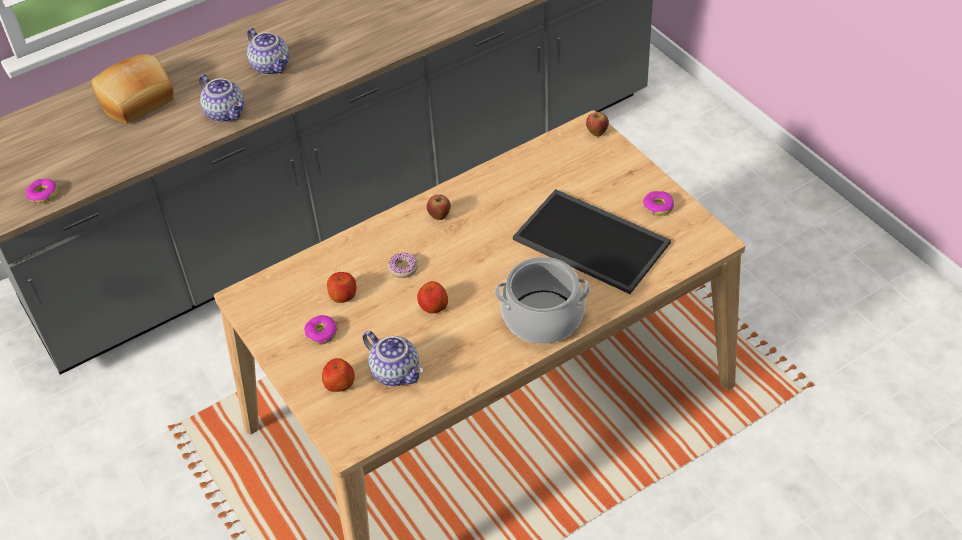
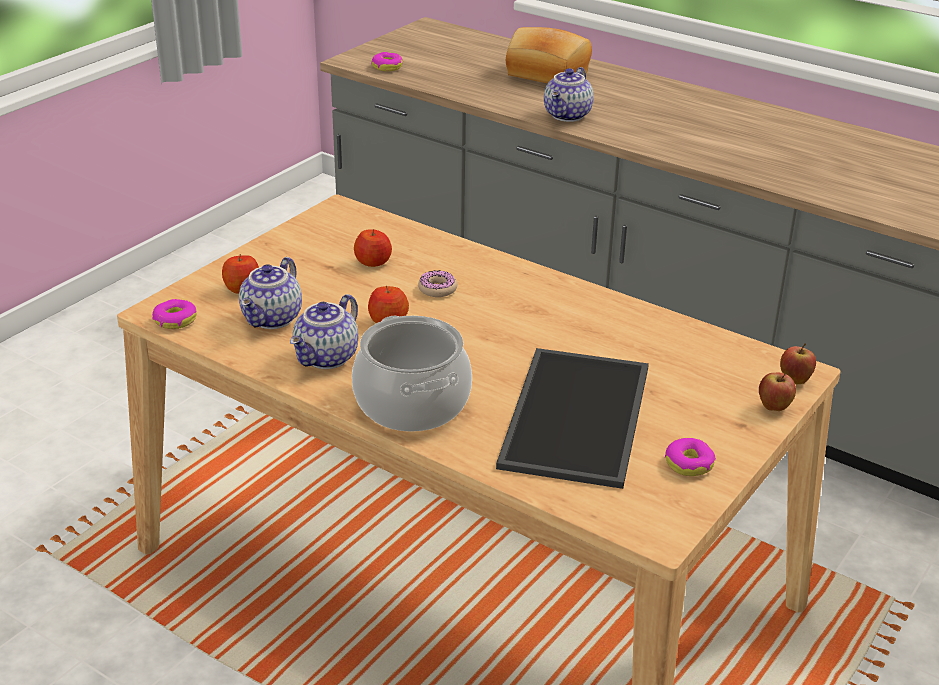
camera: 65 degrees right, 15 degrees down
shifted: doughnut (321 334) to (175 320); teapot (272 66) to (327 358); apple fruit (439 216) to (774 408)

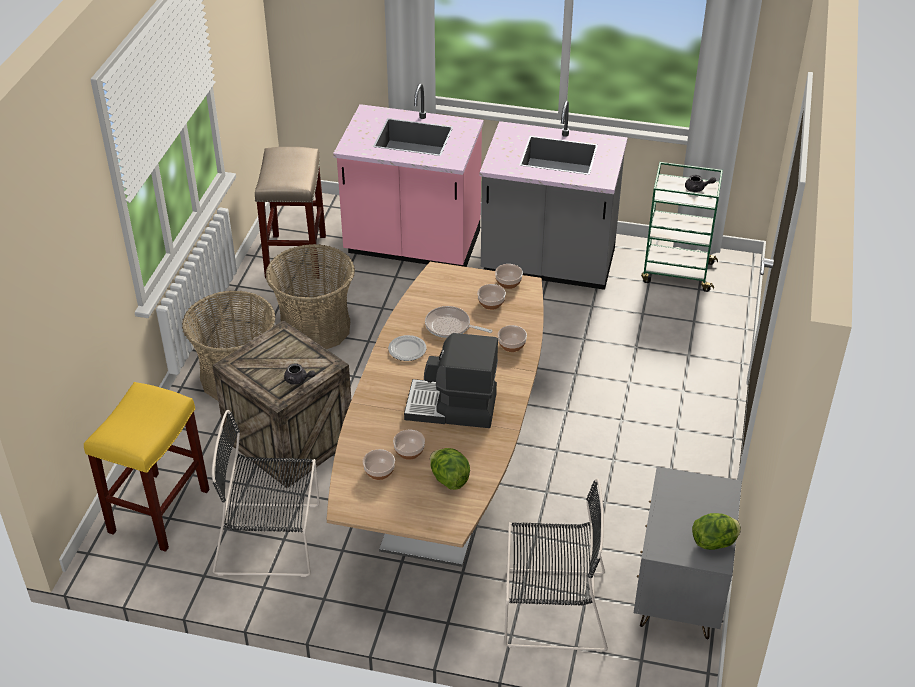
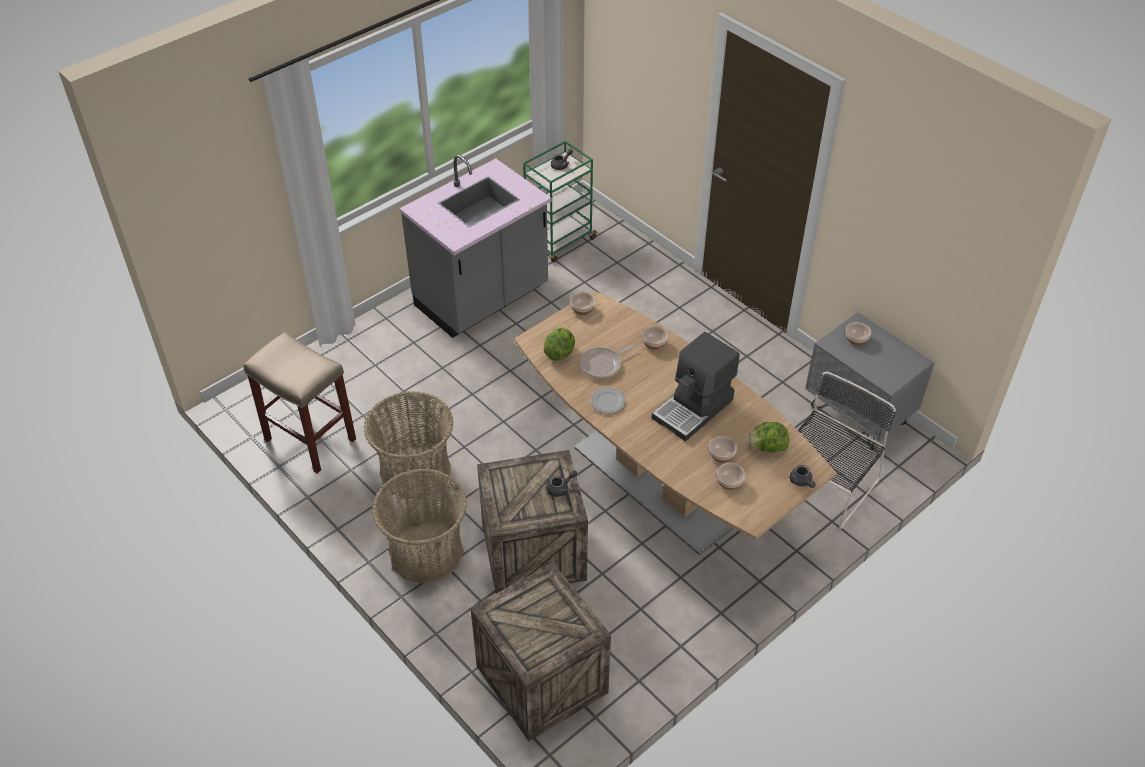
camera: 55 degrees left, 5 degrees up
gone: plain chair in black (272 539); kitchen base unit in pink (412 246)
new: teapot in greyish (801 482)
shifted: lettuce (714 542) to (559 352); bowl (491 303) to (856 339)
swapped: sitting stool in yellow-coloured (159 510) to shipping crate (540 679)

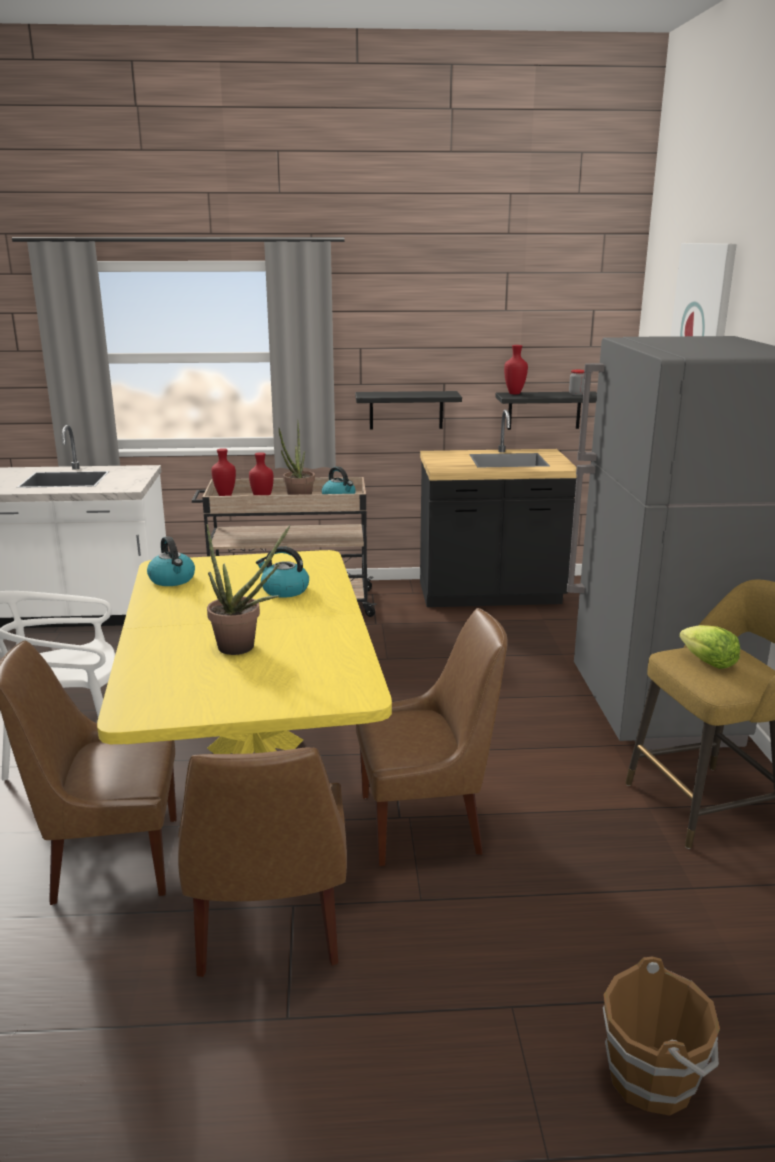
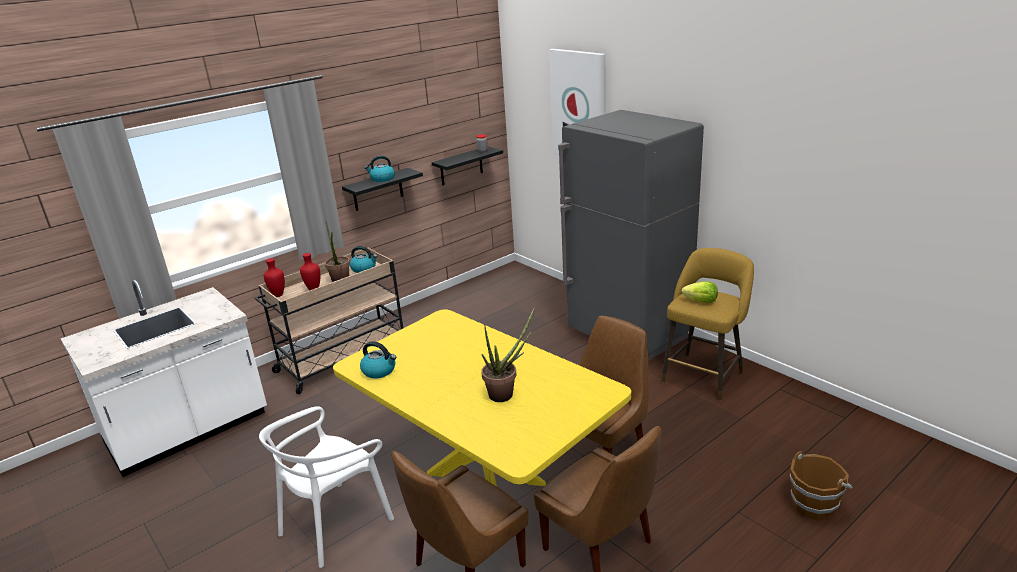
camera: 35 degrees left, 5 degrees up
gone: kitchen base unit in black (490 596); vase in red (514 393)
shifted: water kettle (284 590) to (382 179)

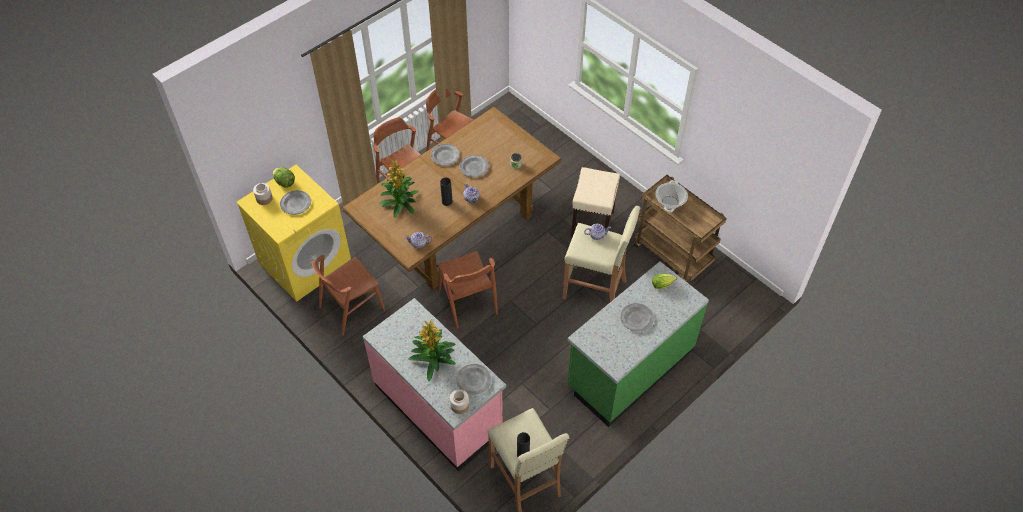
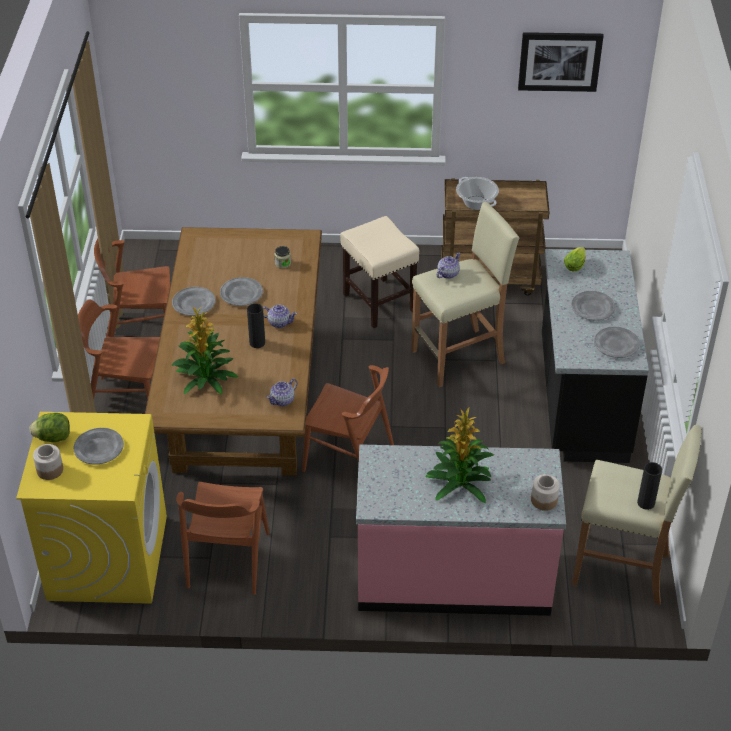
camera: 45 degrees left, 10 degrees down
new: picture (559 61)
shifted: flat dish in greyish (474 380) to (616 344)
repainted: kitchen base unit in greenish (629 368) to kitchen base unit in black (580 400)

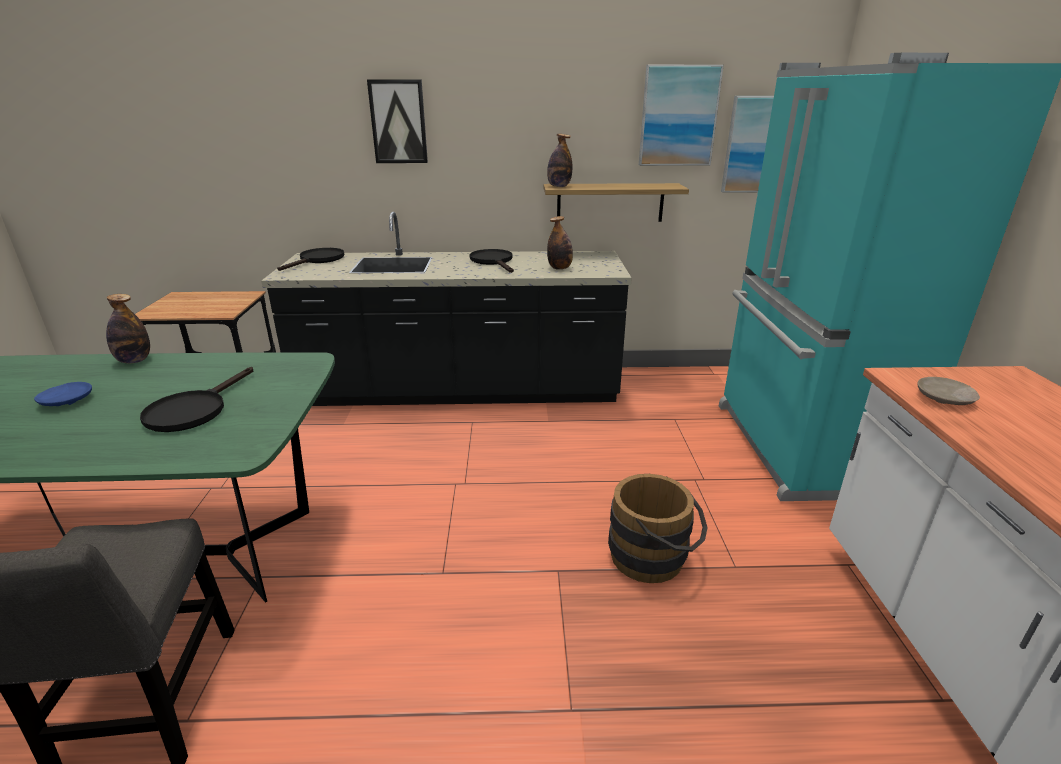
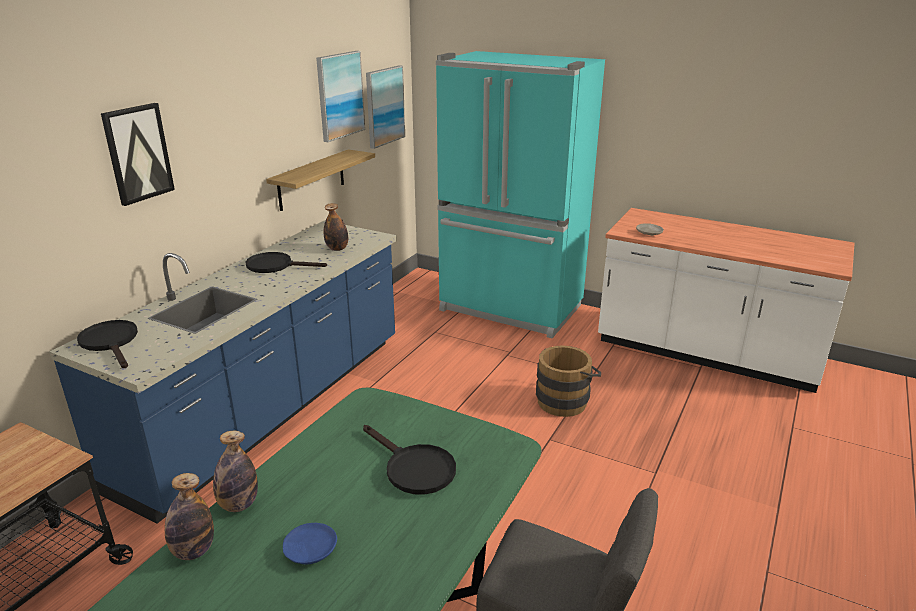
camera: 60 degrees left, 0 degrees up
shifted: drink bottle (559 186) to (193 551)
repainted: kitchen base unit in black (460 391) to kitchen base unit in blue-coloured (271 409)

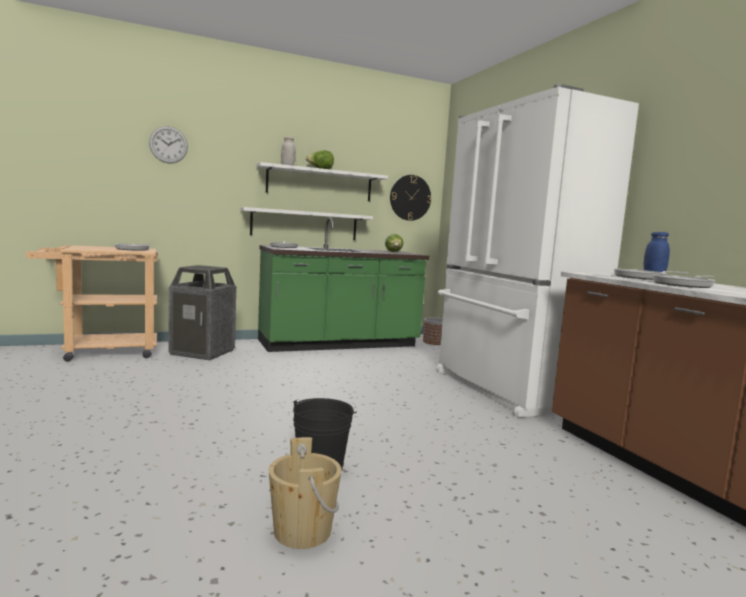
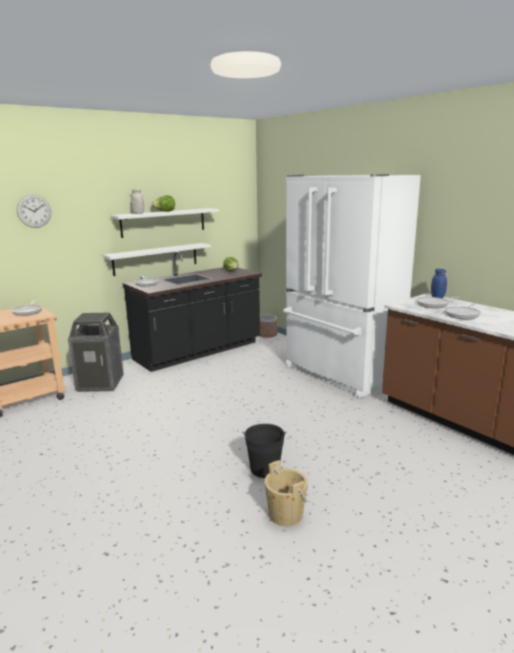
camera: 15 degrees left, 10 degrees up
gone: wall clock (410 197)
repainted: kitchen base unit in greenish (339 344) to kitchen base unit in black (199 351)

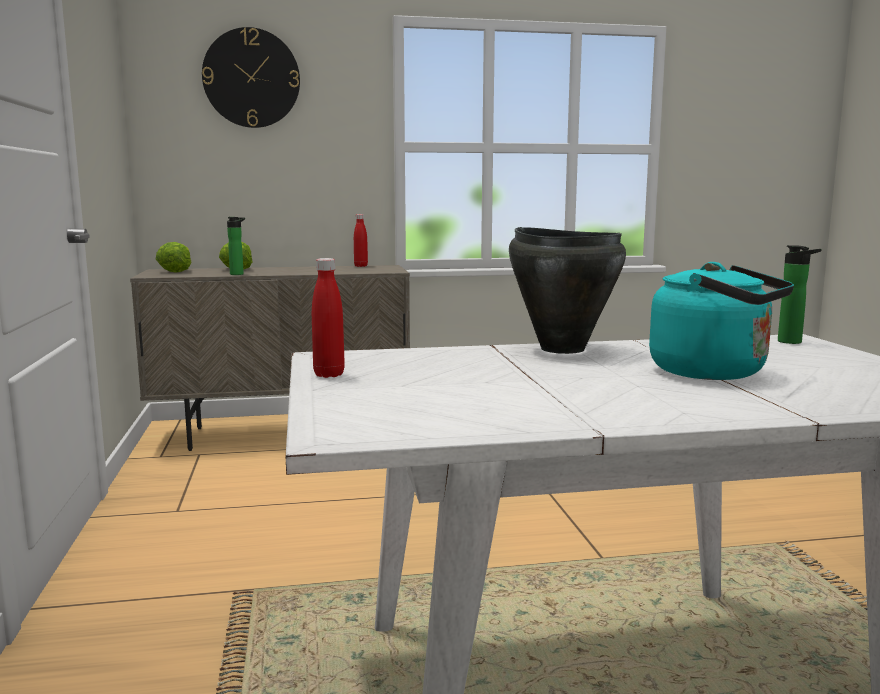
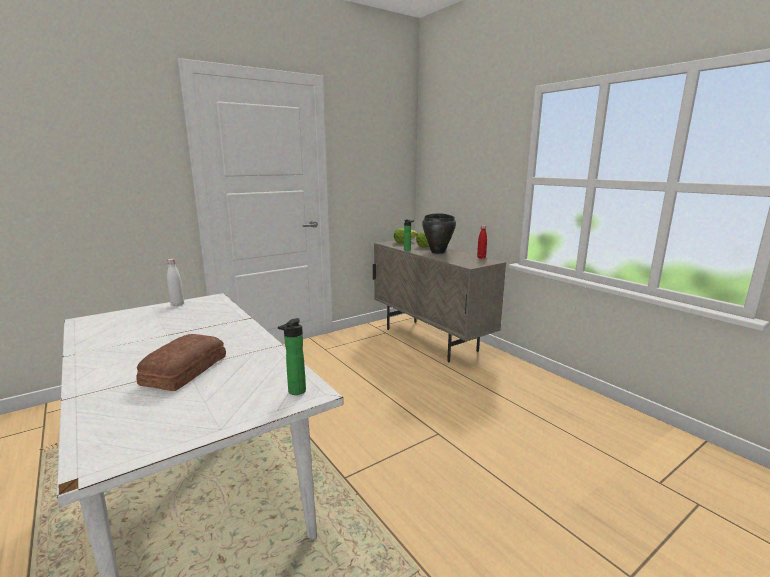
camera: 65 degrees right, 5 degrees up
gone: wall clock (251 78)
shifted: cooking pot in black (562 349) to (438 252)
swapped: water kettle in turquoise (715 373) to bread (183 371)
repainted: drink bottle in red (329 374) to drink bottle in white-coloured (177 304)

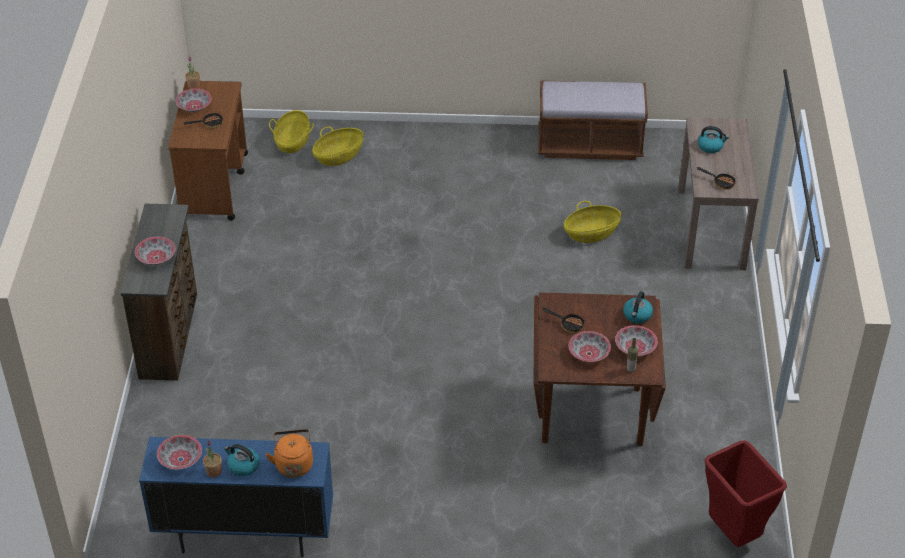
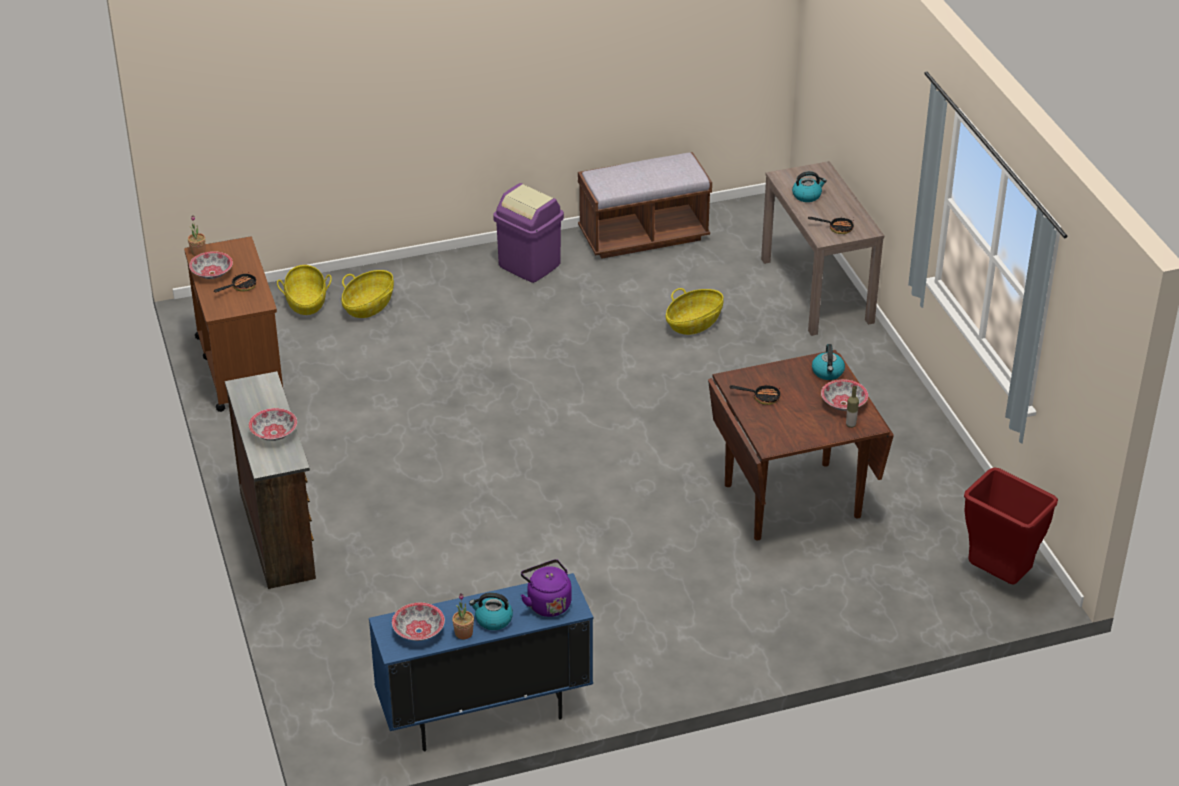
camera: 20 degrees left, 5 degrees down
gone: bowl (589 354)
new: waste bin in purple (530 265)
repainted: water kettle in orangey (293 463) to water kettle in purple (547 603)

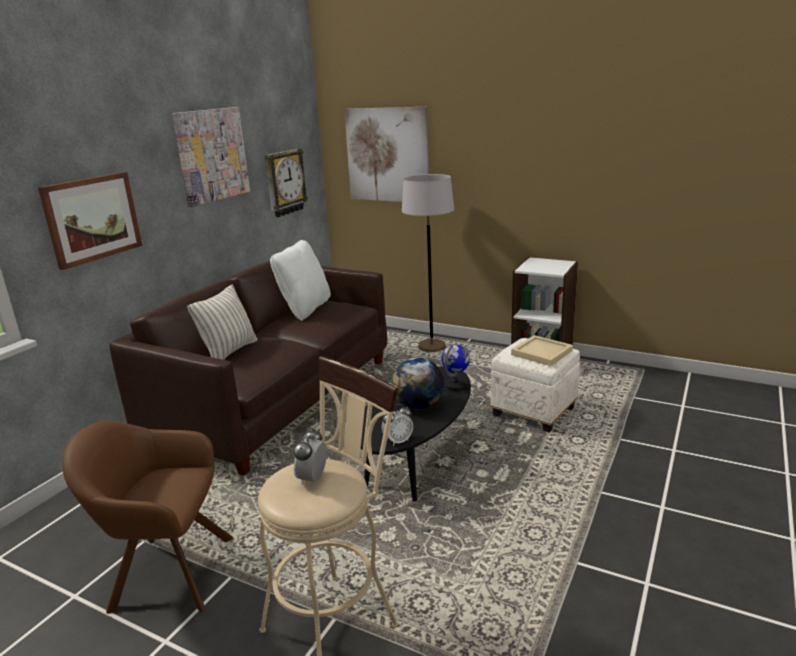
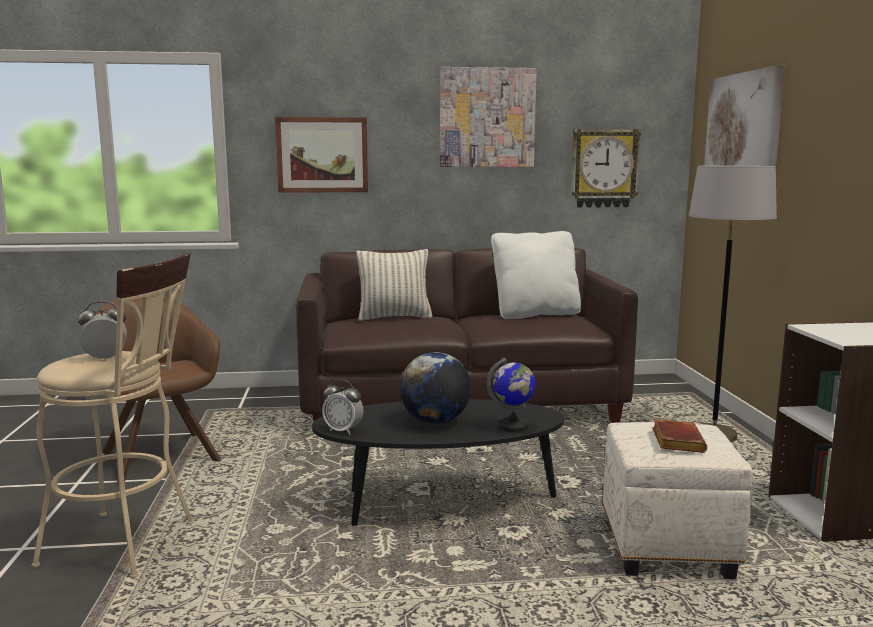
camera: 55 degrees right, 10 degrees down
swapped: carrying tray in sand-coloured (540 353) to book in brown (675 441)

